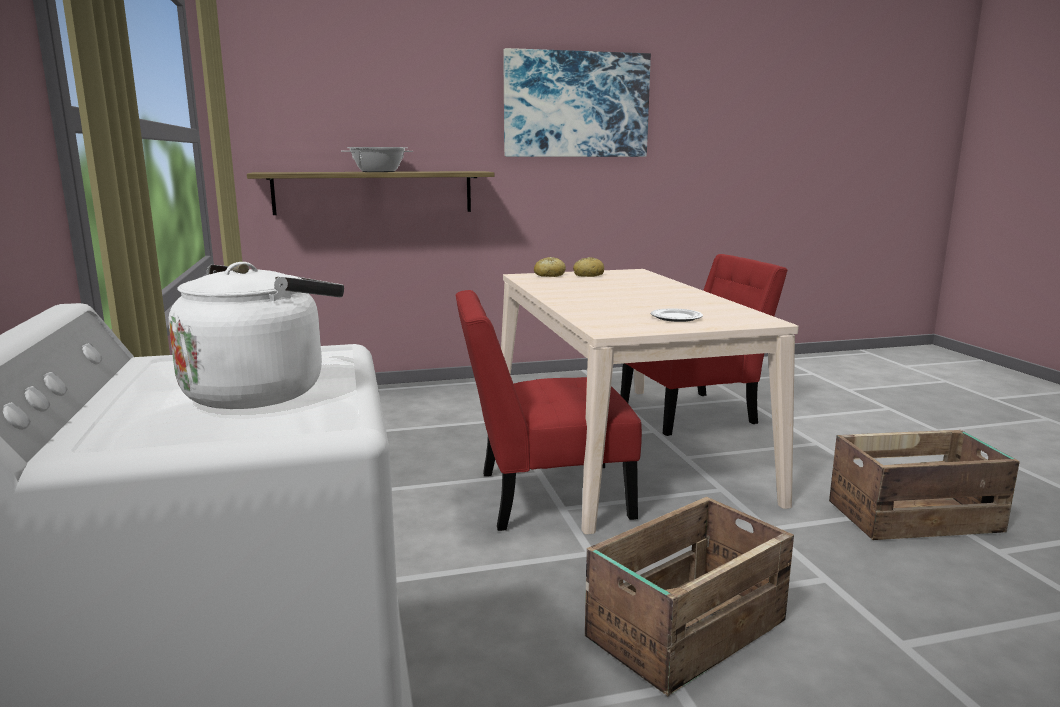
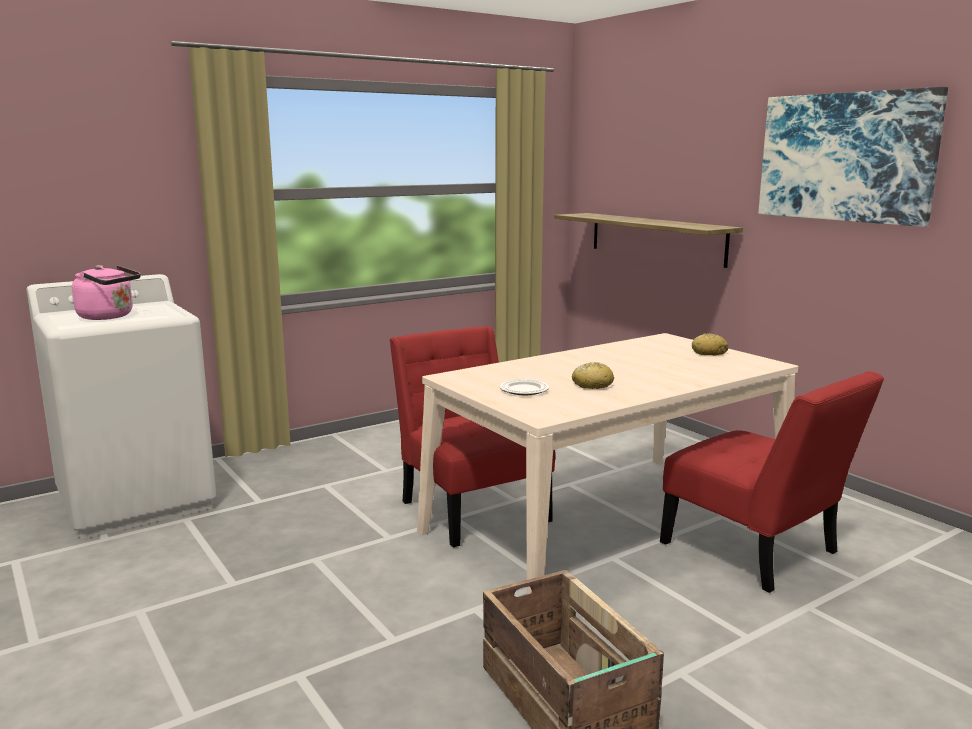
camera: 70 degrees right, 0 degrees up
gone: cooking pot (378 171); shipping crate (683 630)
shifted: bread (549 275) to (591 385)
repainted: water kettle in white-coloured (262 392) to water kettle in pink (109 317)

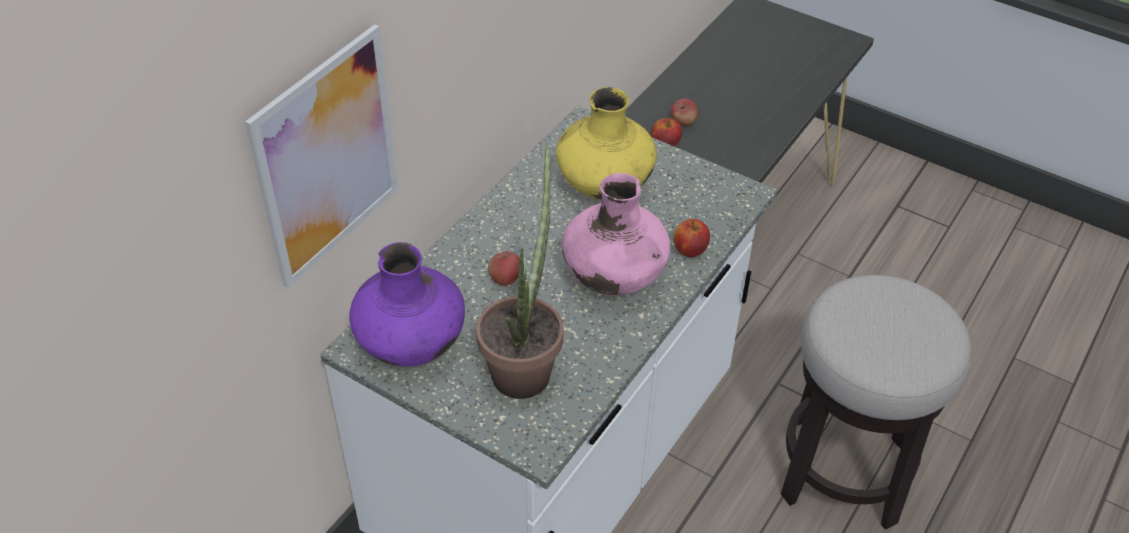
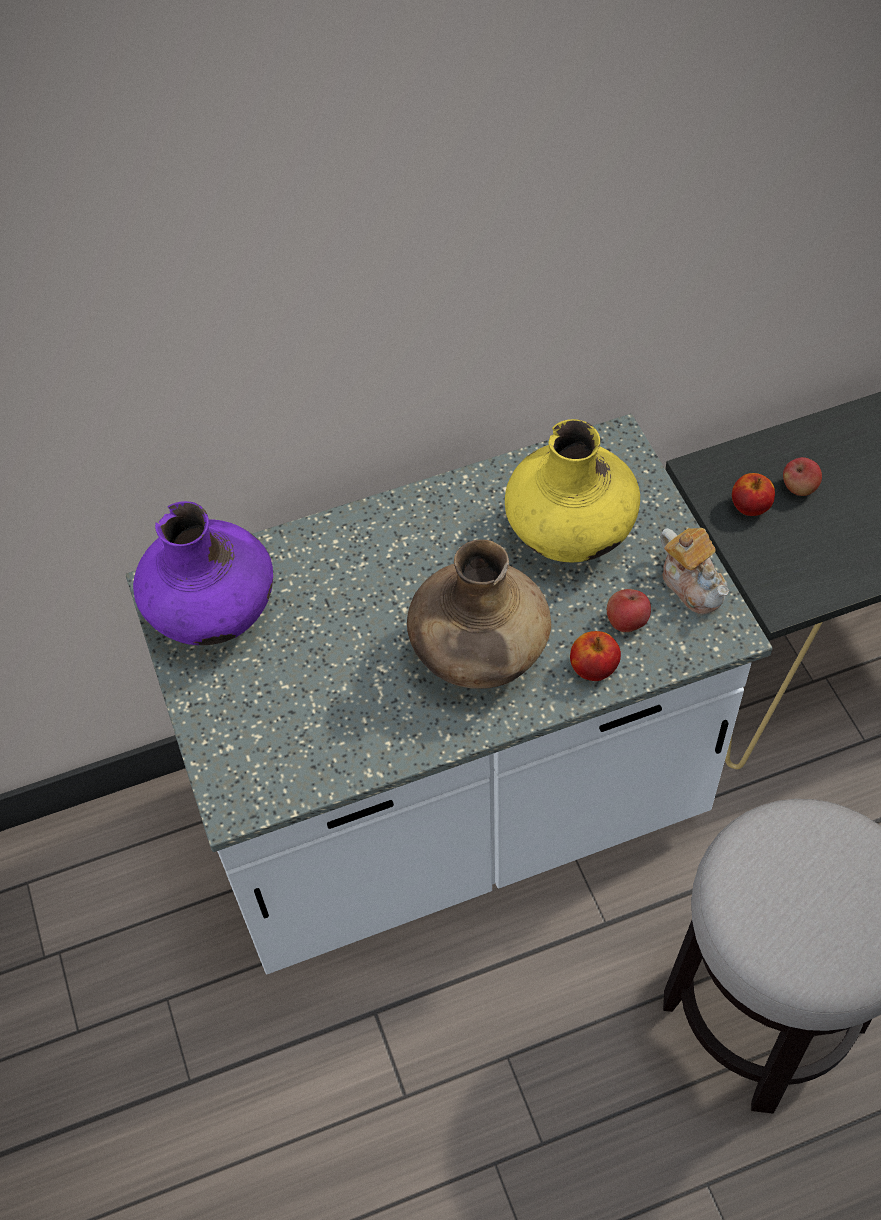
camera: 40 degrees right, 10 degrees up
gone: picture (327 157); potted plant (524 365)
new: teapot (692 584)
shifted: apple fruit (505 279) to (627 622)
repainted: vase in pink (613 278) to vase in brown (478 654)

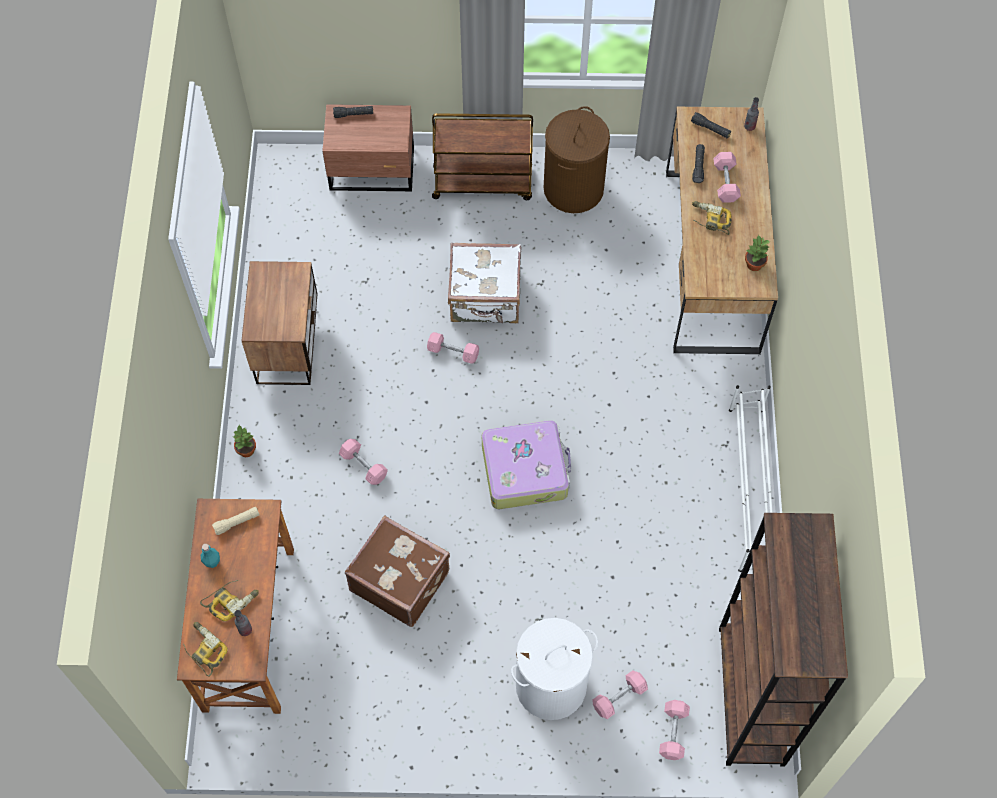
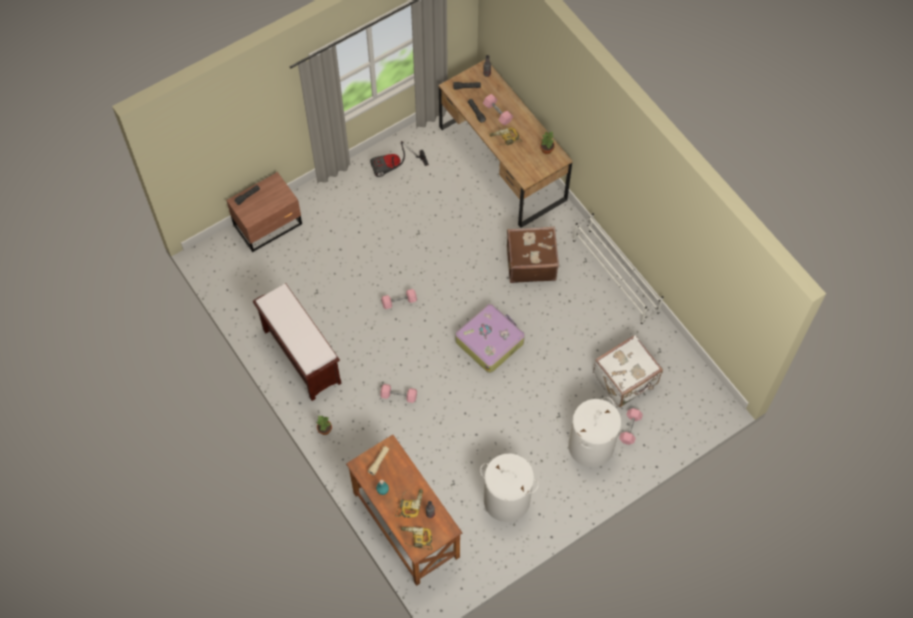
camera: 35 degrees left, 0 degrees up
gone: cart in brown (483 182); hand weight in pink (673 732); shelving unit in brown (751 696)
new: hamper in white-coloured (507 500)
shifted: piece of luggage in brown (400 580) to (530 262); piece of luggage in white-coloured (485 298) to (626 380)
swapped: nightstand (288 345) to bench in brown (301 356); hamper in brown (573 188) to vacuum (394 167)

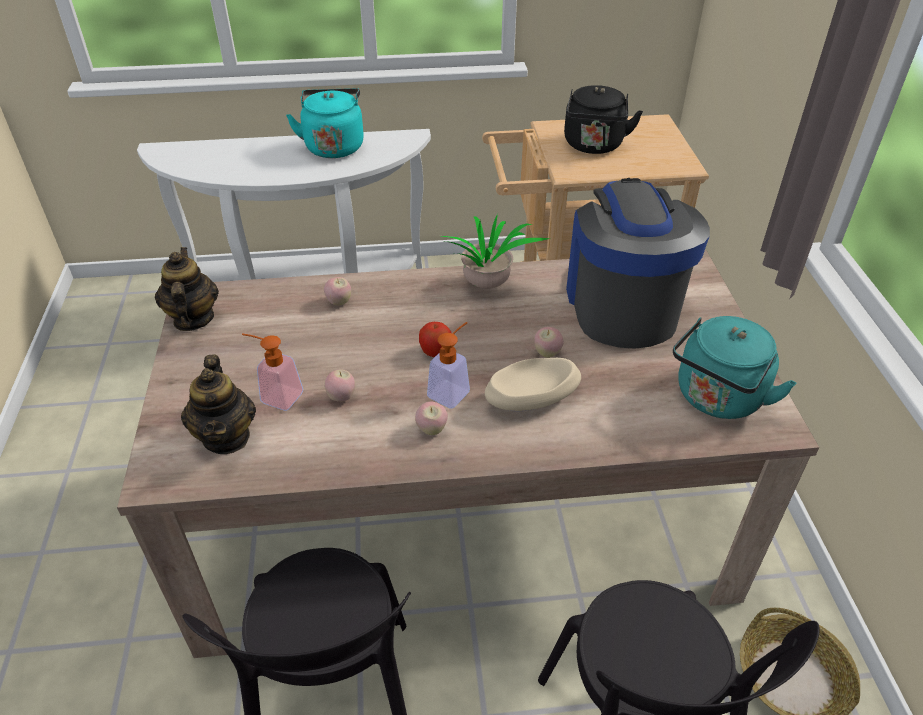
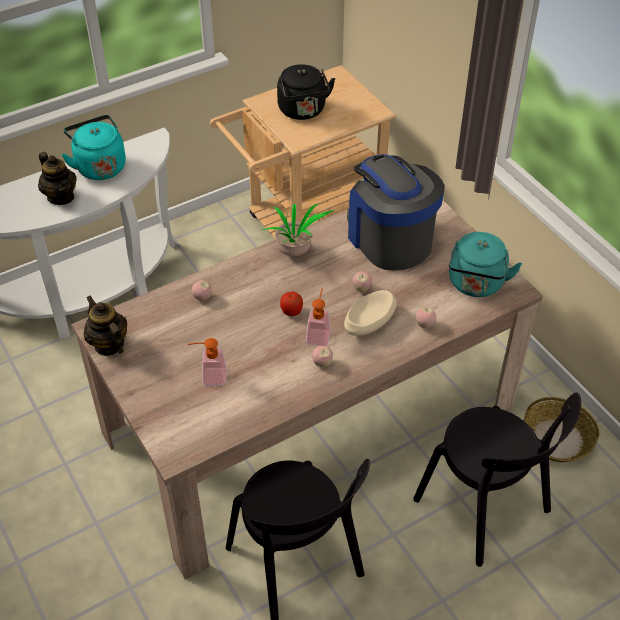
camera: 25 degrees left, 5 degrees up
shifted: teapot (227 437) to (61 197); apple fruit (341 397) to (424 325)

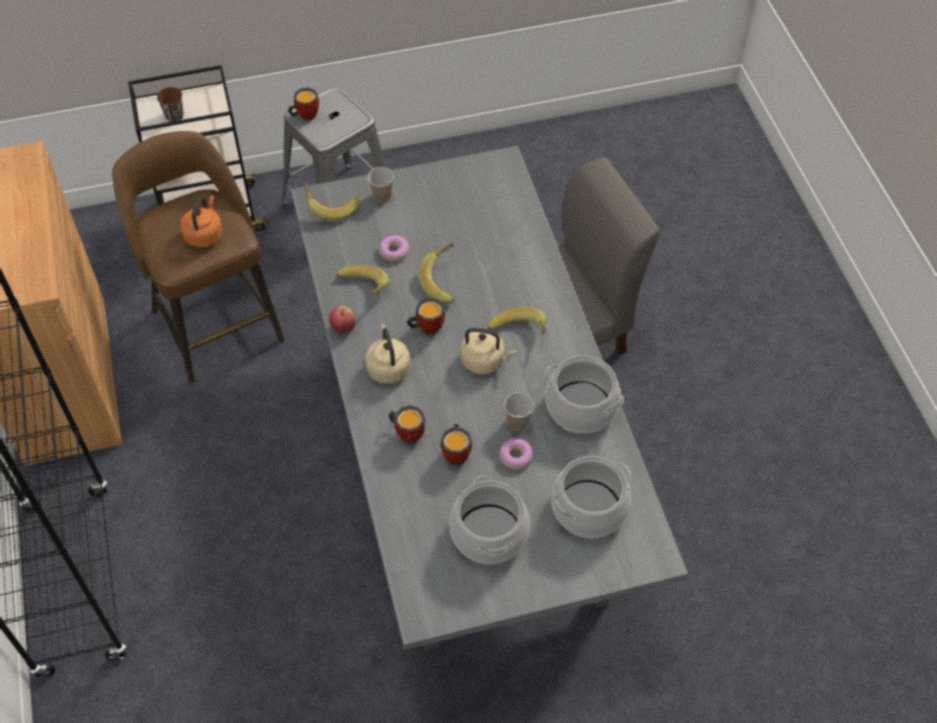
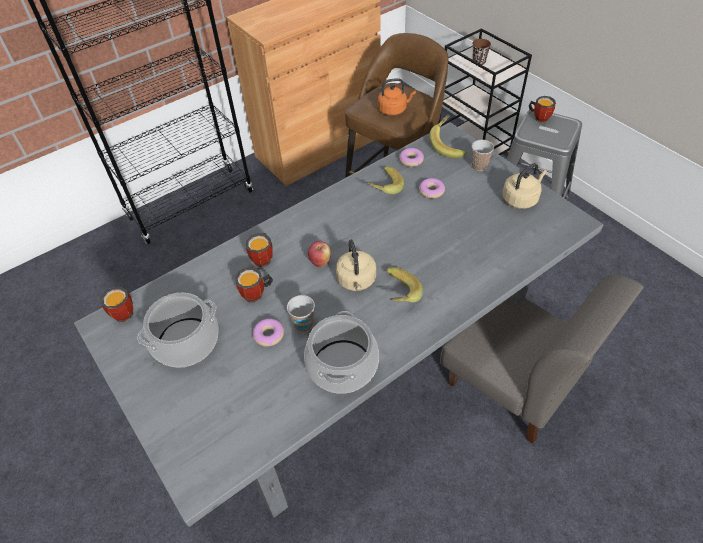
camera: 70 degrees right, 5 degrees down
gone: banana fruit (444 282); cooking pot (589 508)
new: doughnut (411 160)
shifted: coffee mug (426 327) to (123 311); apple fruit (343 328) to (320 262); water kettle in sand-coloured (388 367) to (521 199)

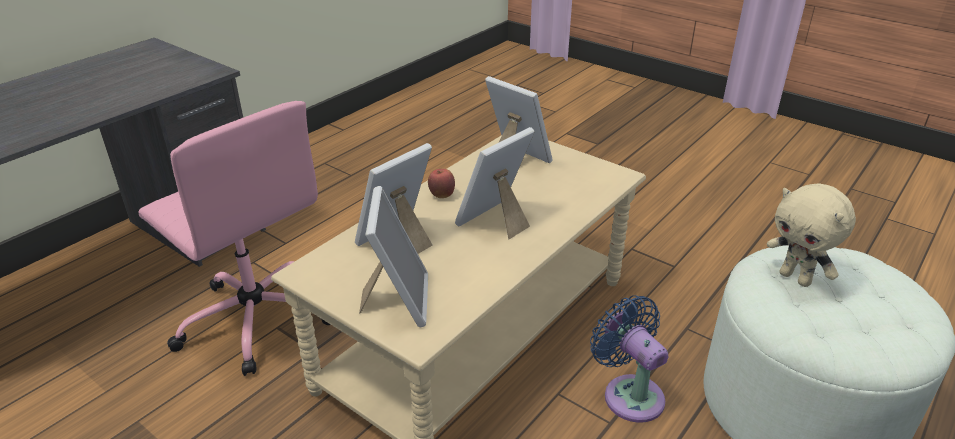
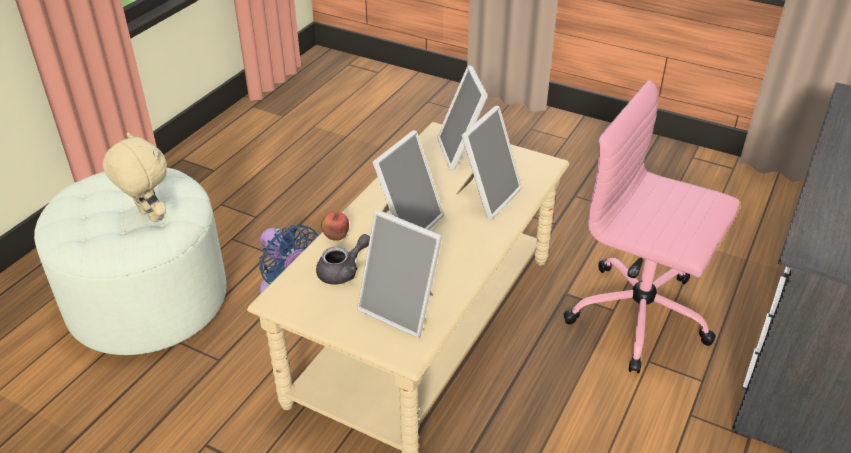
camera: 170 degrees right, 5 degrees up
new: teapot in greyish (343 271)
shifted: apple fruit (441 195) to (336 237)

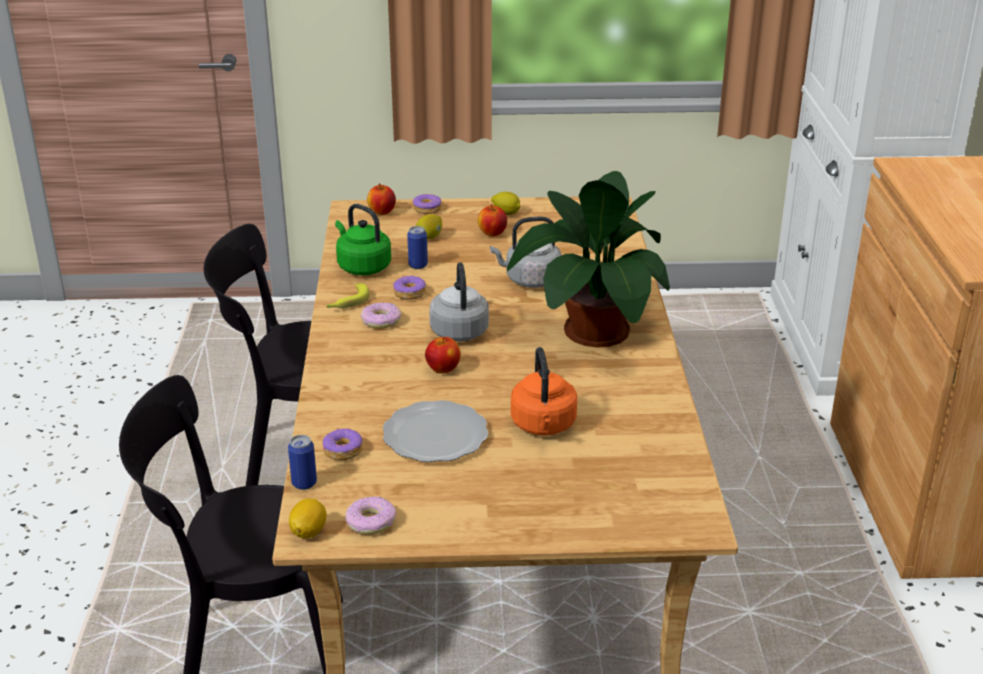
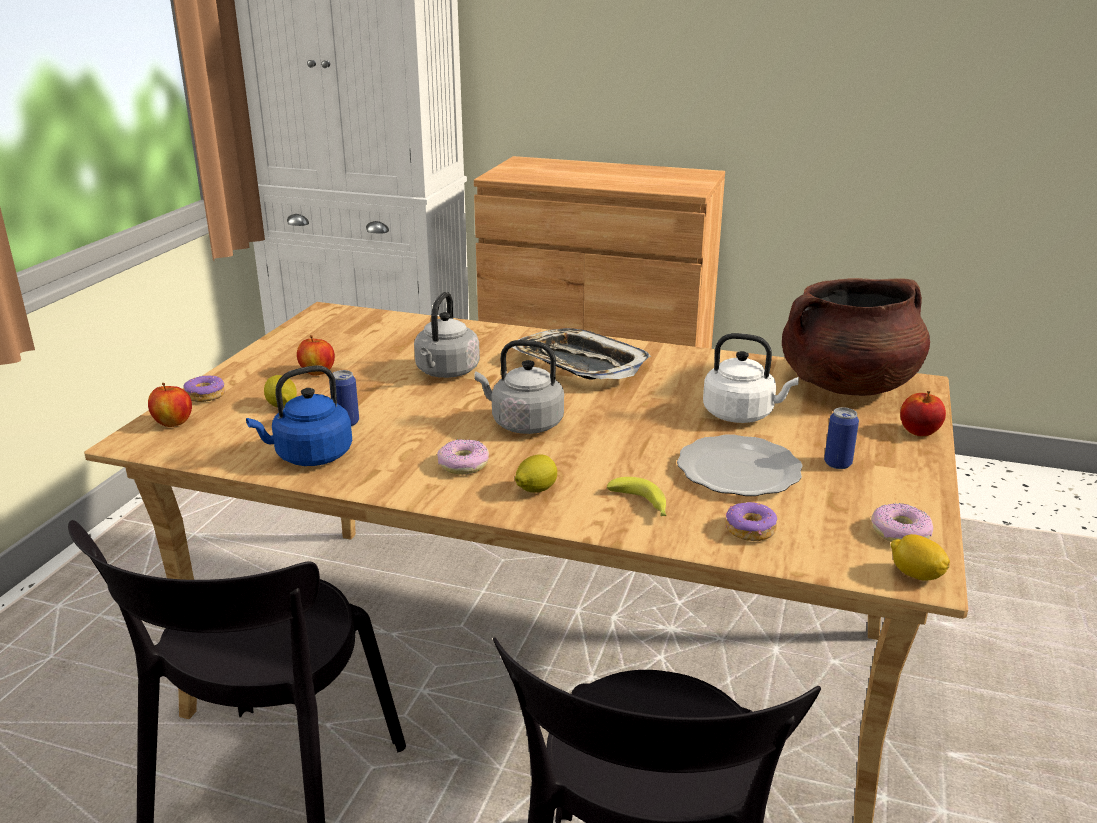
camera: 70 degrees left, 5 degrees down
gone: doughnut (409 293)
new: cooking pot in brown (847 385)
shifted: citrus fruit (506 213) to (535 490); banana fruit (347 302) to (642 505); metal can (304 483) to (837 463); apple fruit (443 369) to (919 432)
swapped: potted plant (592 332) to carrying tray (579 364)
repainted: water kettle in greenish (362 266) to water kettle in blue-coloured (309 456); water kettle in orangey (543 426) to water kettle in white-coloured (742 415)

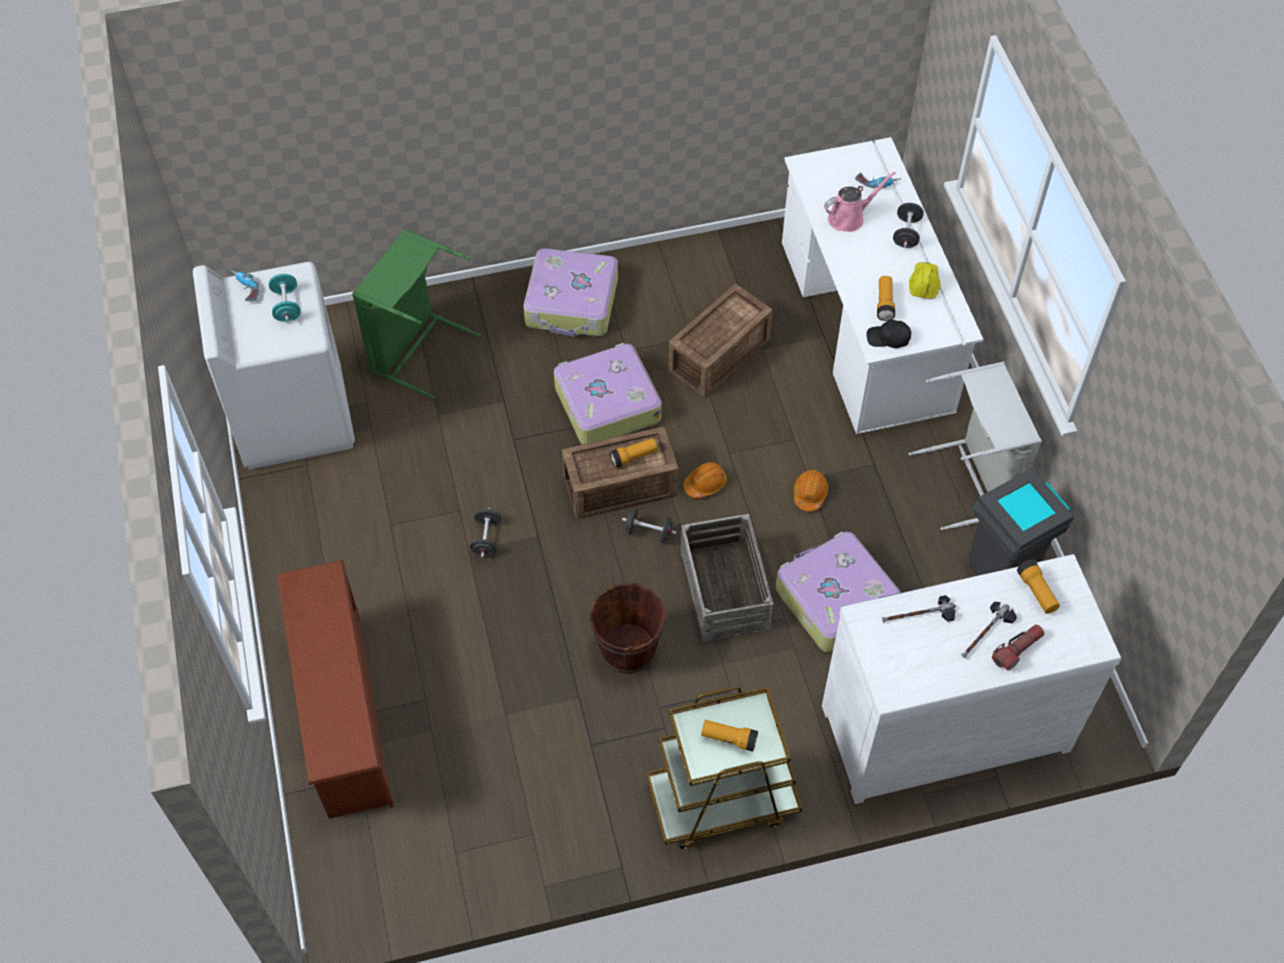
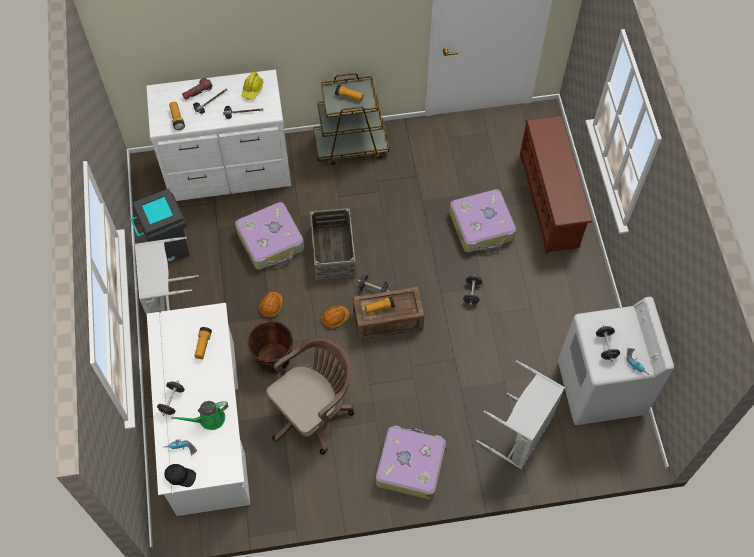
camera: 175 degrees left, 5 degrees up
shifted: peaked cap in black (888 338) to (180 476); hard hat in yellow-coloured (924 284) to (252 89); bucket in brown (628 649) to (274 358); piece of luggage (606 403) to (482 226)
swapped: shipping crate (717 355) to computer chair in brown (313 412)
repainted: watering pot in pink (849 217) to watering pot in greenish (209 419); hamper in greenish (415 349) to hamper in greyish (521 435); hand weight in turquoise (287 306) to hand weight in black (606 346)

